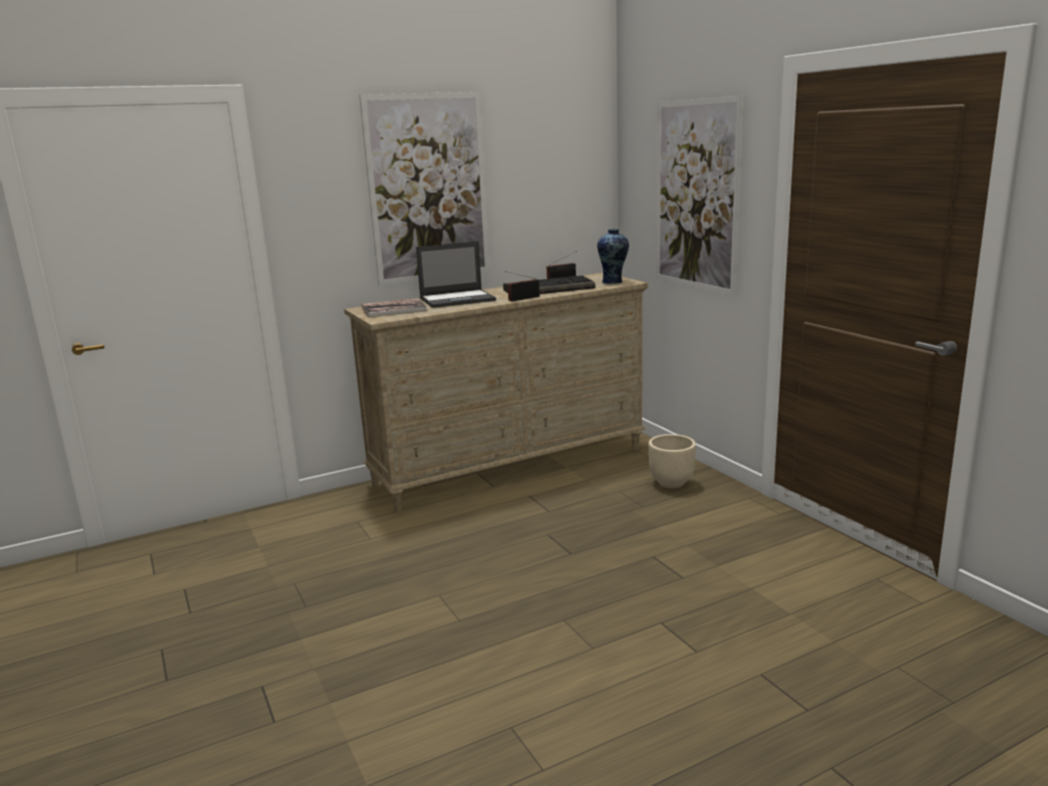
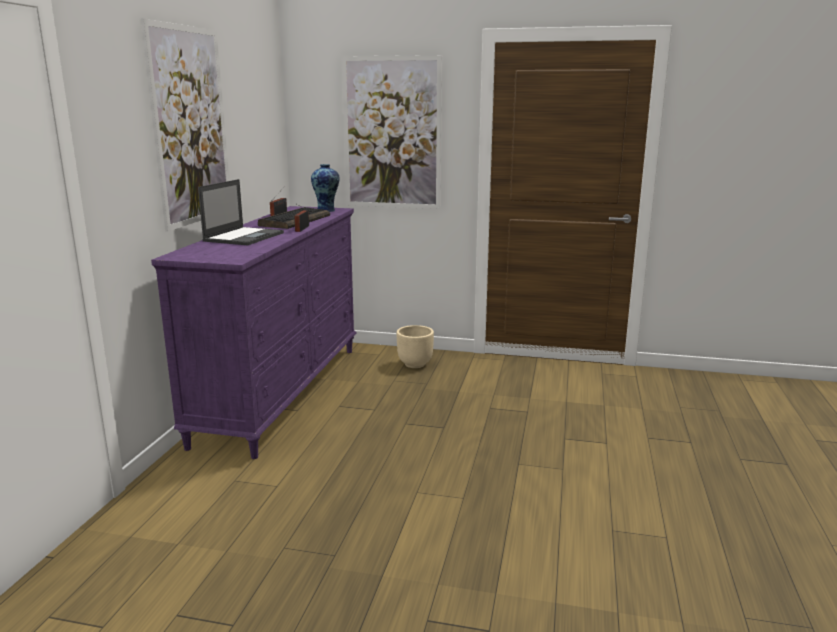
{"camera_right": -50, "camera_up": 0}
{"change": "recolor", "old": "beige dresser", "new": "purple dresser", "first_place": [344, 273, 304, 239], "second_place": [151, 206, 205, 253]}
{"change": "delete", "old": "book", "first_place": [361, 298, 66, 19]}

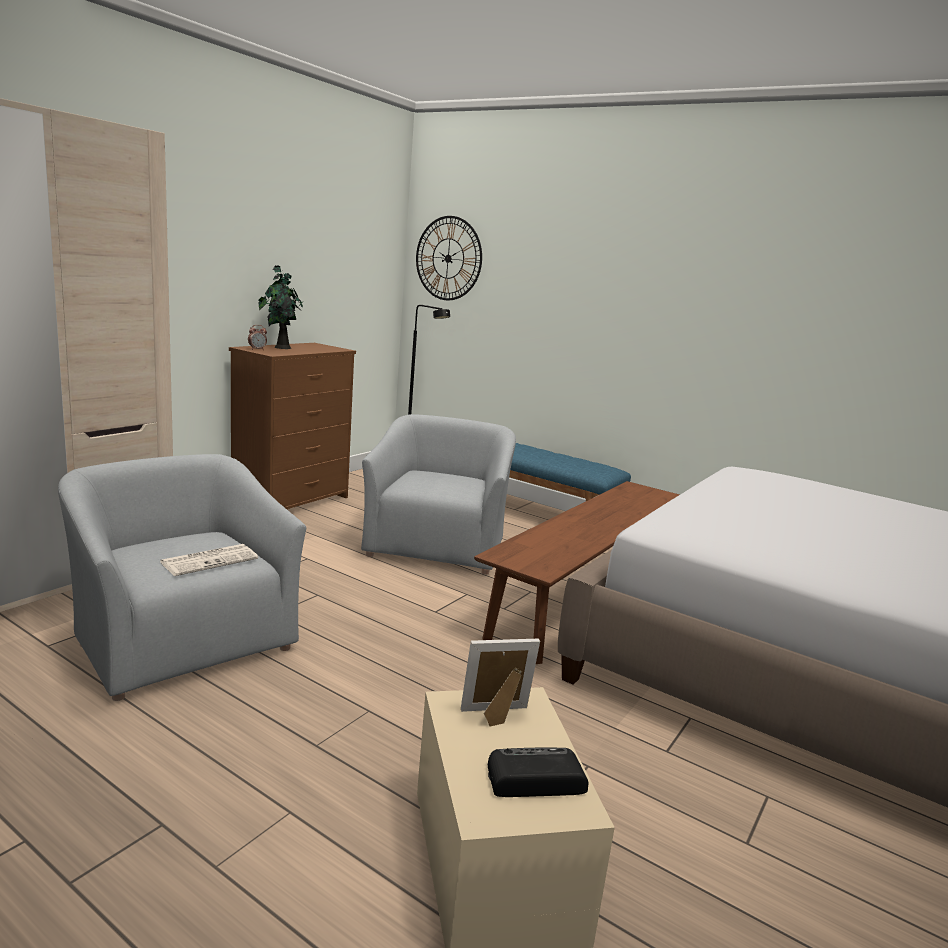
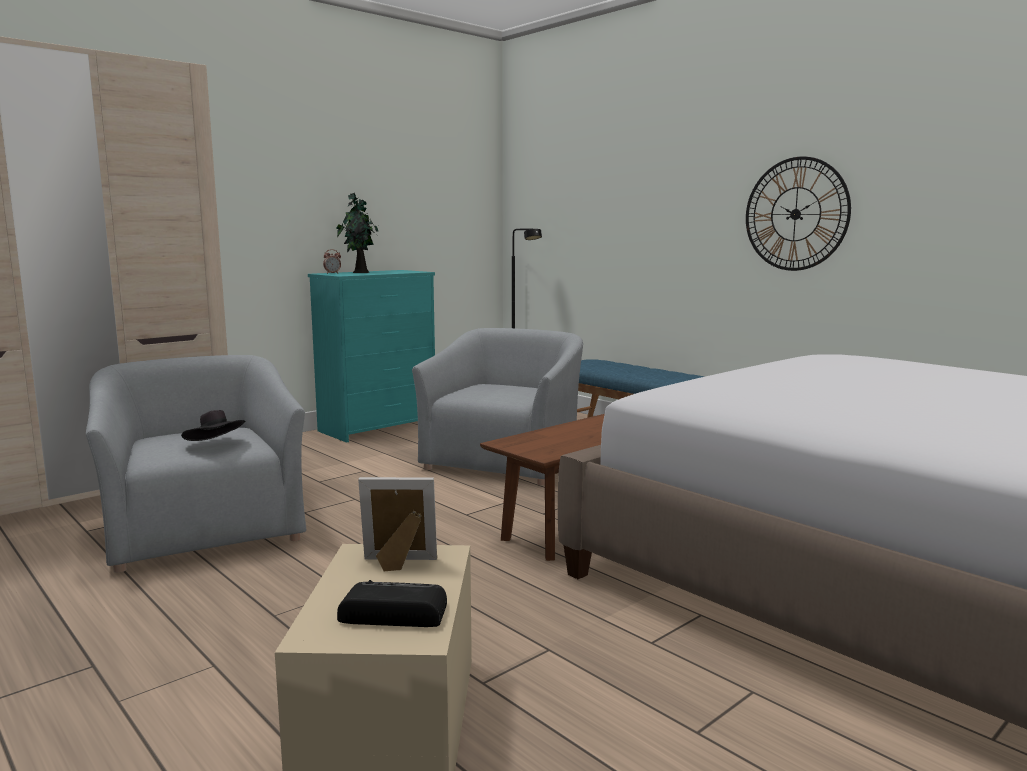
{"camera_right": 15, "camera_up": -5}
{"change": "replace", "old": "newspaper", "new": "black-coloured clothing hat", "first_place": [160, 544, 98, 32], "second_place": [181, 410, 64, 31]}
{"change": "recolor", "old": "brown-coloured dresser", "new": "blue-green dresser", "first_place": [229, 343, 127, 166], "second_place": [308, 270, 127, 173]}
{"change": "move", "old": "clock on the wall", "first_place": [416, 216, 66, 84], "second_place": [746, 156, 105, 115]}

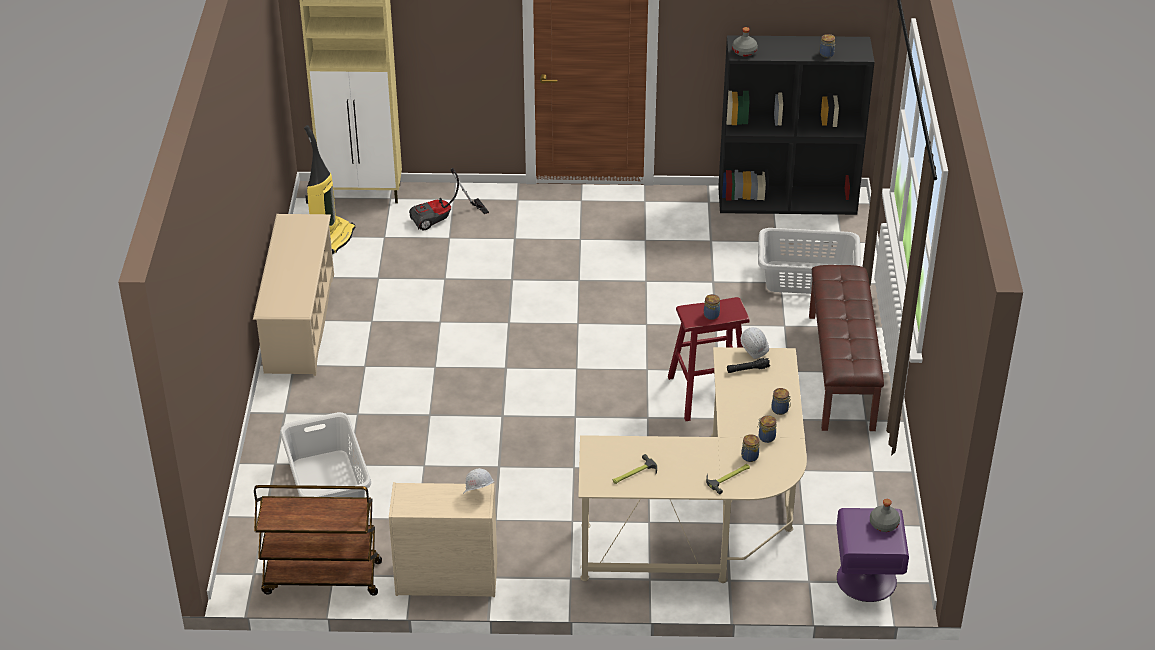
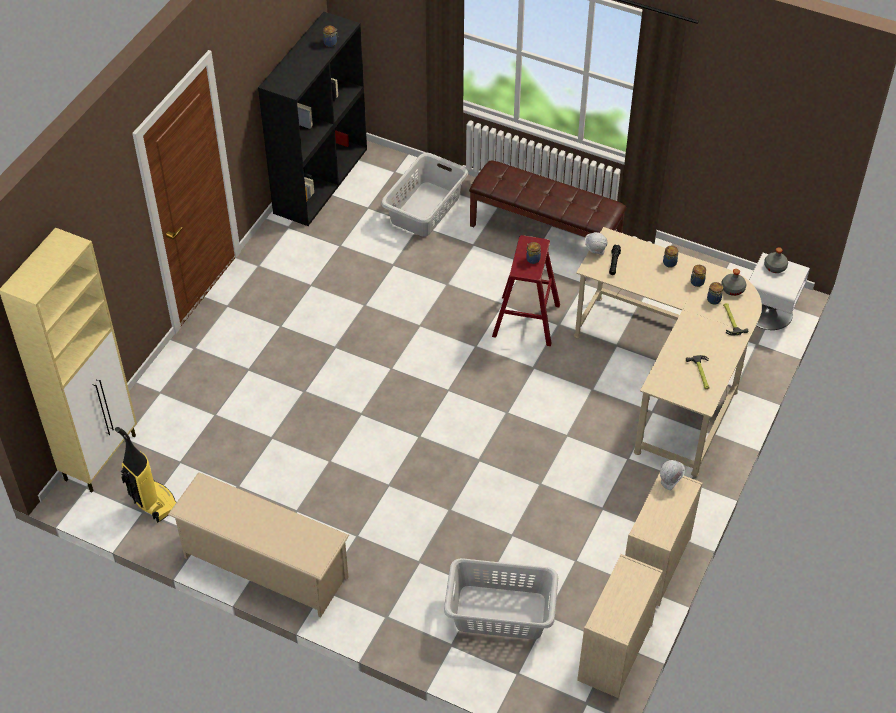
{"camera_right": -65, "camera_up": 10}
{"change": "replace", "old": "brown-coloured wheeled cart", "new": "beige dresser", "first_place": [254, 485, 128, 110], "second_place": [577, 554, 86, 144]}
{"change": "delete", "old": "vacuum cleaner", "first_place": [409, 168, 80, 62]}
{"change": "move", "old": "grey drink bottle", "first_place": [732, 27, 26, 29], "second_place": [721, 269, 25, 27]}
{"change": "recolor", "old": "purple night table", "new": "whitish night table", "first_place": [837, 508, 72, 94], "second_place": [749, 253, 61, 77]}

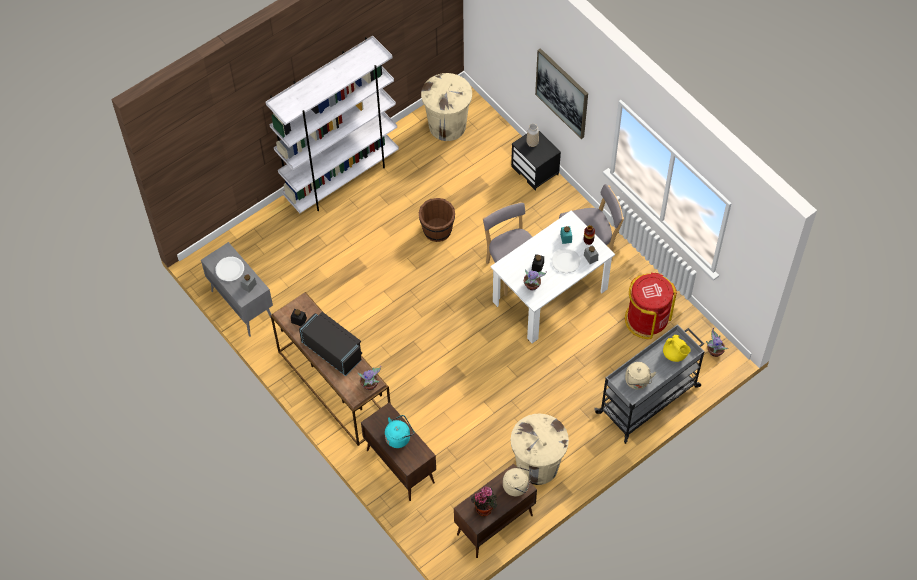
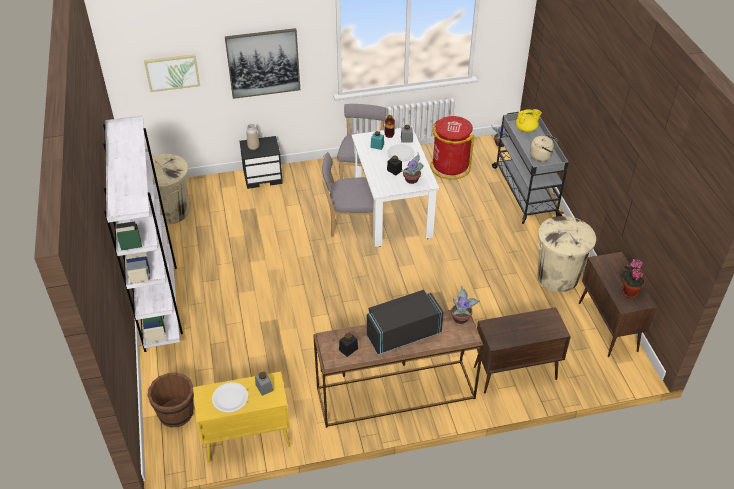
{"camera_right": -65, "camera_up": -15}
{"change": "recolor", "old": "grey cupboard", "new": "yellow-coloured cupboard", "first_place": [201, 242, 72, 95], "second_place": [193, 372, 98, 91]}
{"change": "delete", "old": "blue-green tea kettle", "first_place": [385, 415, 29, 33]}
{"change": "move", "old": "brown-coloured pail", "first_place": [419, 198, 36, 44], "second_place": [147, 372, 47, 55]}
{"change": "delete", "old": "beige tea kettle", "first_place": [503, 464, 29, 32]}
{"change": "insert", "new": "picture", "second_place": [144, 54, 56, 38]}

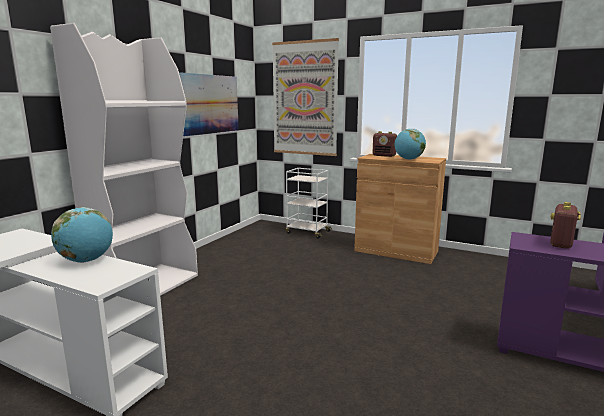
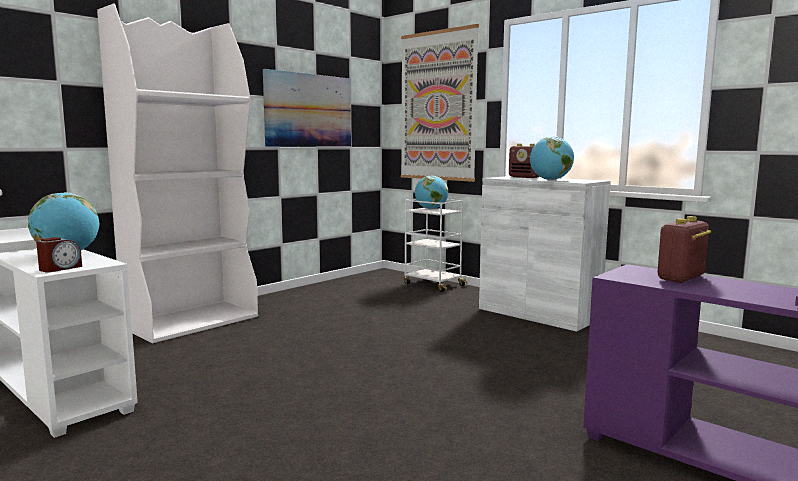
{"camera_right": 15, "camera_up": -5}
{"change": "recolor", "old": "brown-coloured cupboard", "new": "whitish cupboard", "first_place": [354, 154, 92, 110], "second_place": [479, 176, 132, 156]}
{"change": "insert", "new": "alarm clock", "second_place": [36, 237, 46, 35]}
{"change": "insert", "new": "desk globe", "second_place": [415, 176, 33, 34]}

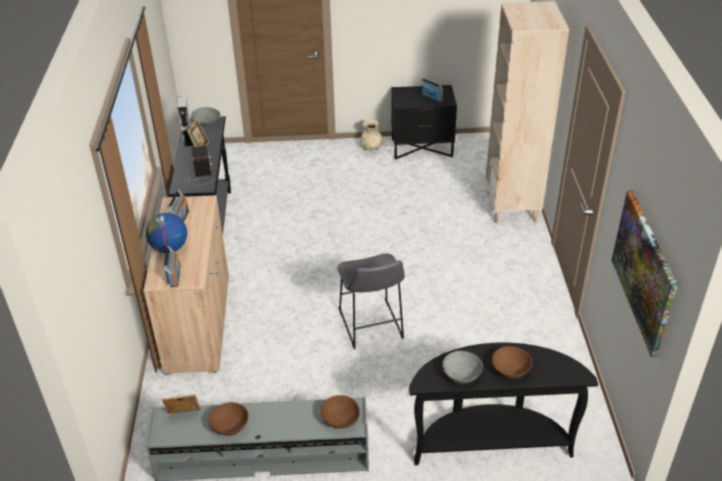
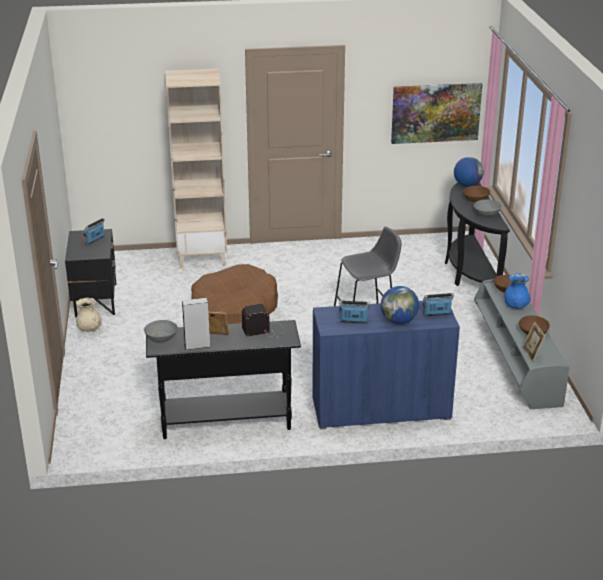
{"camera_right": -95, "camera_up": -10}
{"change": "recolor", "old": "beige cupboard", "new": "blue cupboard", "first_place": [143, 195, 86, 180], "second_place": [312, 301, 148, 128]}
{"change": "insert", "new": "brown-coloured pet bed", "second_place": [191, 264, 87, 60]}
{"change": "insert", "new": "desk globe", "second_place": [454, 157, 30, 30]}
{"change": "insert", "new": "blue flower vase", "second_place": [504, 273, 27, 36]}

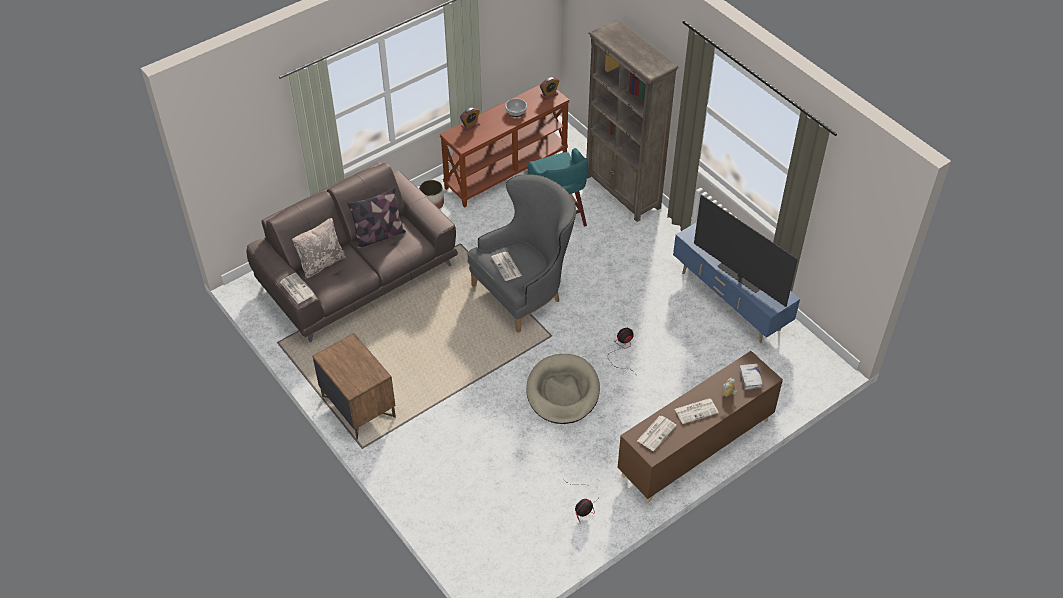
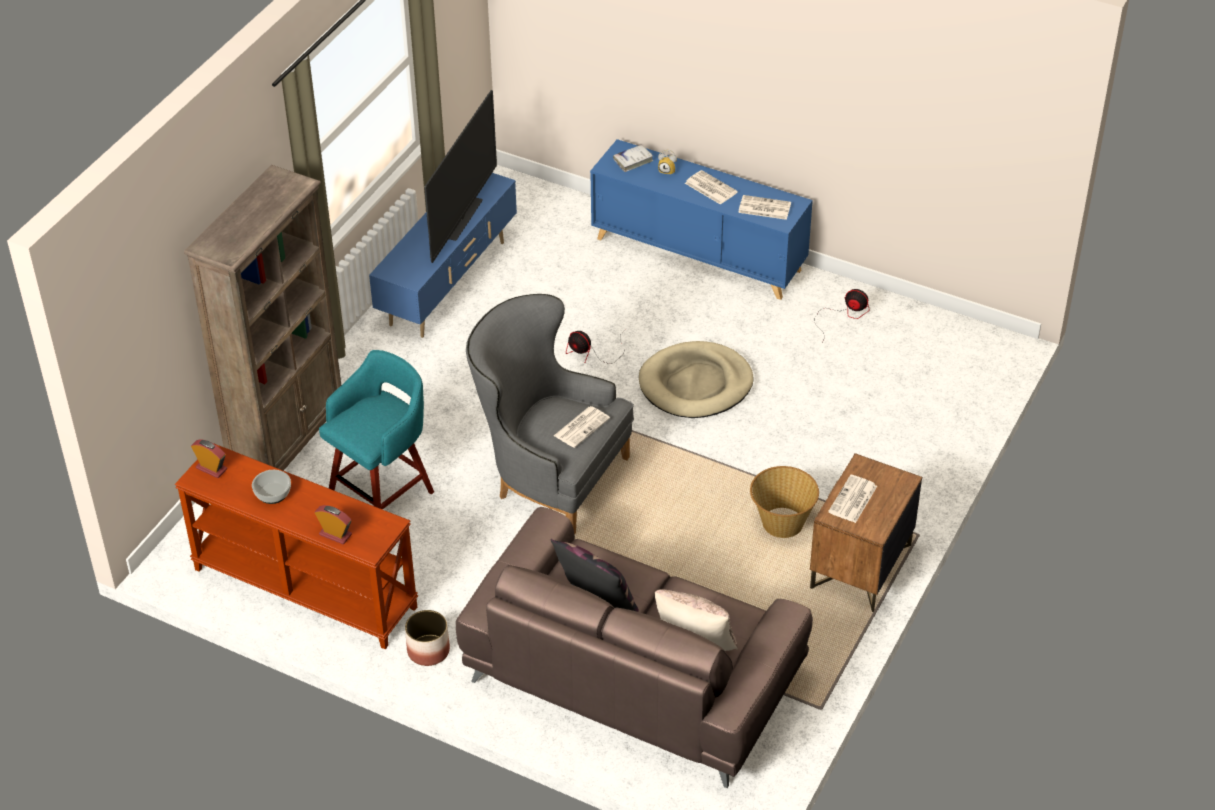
{"camera_right": -115, "camera_up": -5}
{"change": "move", "old": "newspaper", "first_place": [280, 273, 34, 31], "second_place": [828, 475, 49, 48]}
{"change": "recolor", "old": "brown-coloured cupboard", "new": "blue cupboard", "first_place": [617, 351, 166, 152], "second_place": [590, 139, 223, 161]}
{"change": "insert", "new": "household basket", "second_place": [750, 466, 69, 72]}

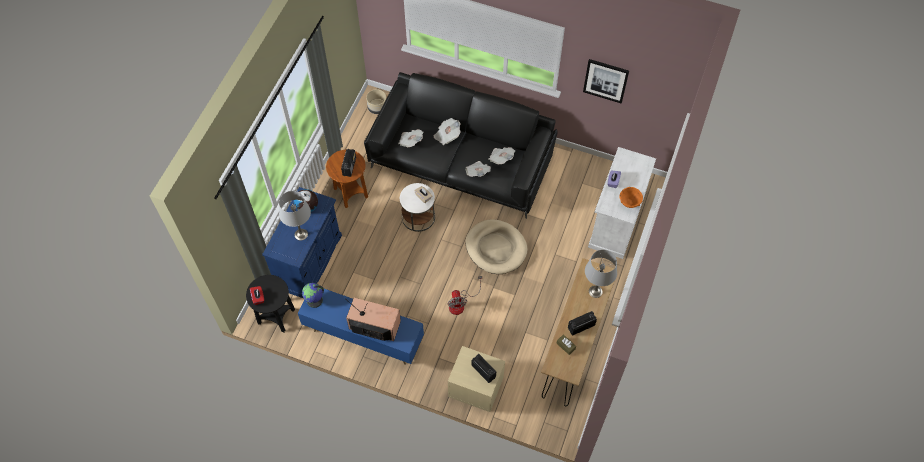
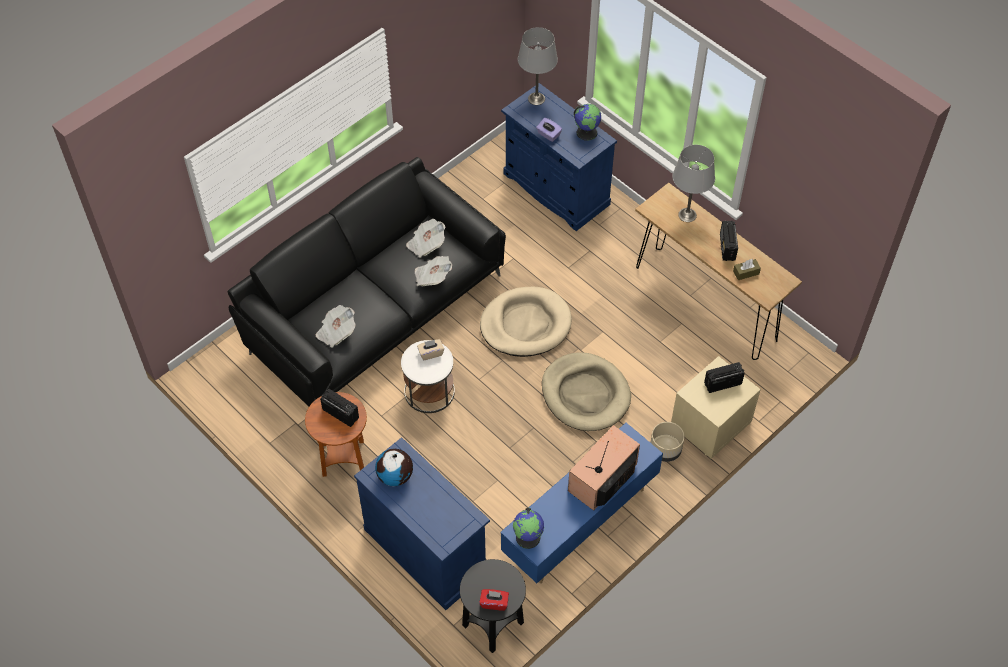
{"camera_right": -65, "camera_up": -5}
{"change": "move", "old": "grey table lamp", "first_place": [279, 191, 32, 50], "second_place": [518, 27, 40, 78]}
{"change": "move", "old": "beige plant pot", "first_place": [366, 89, 20, 25], "second_place": [650, 422, 34, 40]}
{"change": "delete", "old": "newspaper", "first_place": [434, 118, 27, 27]}
{"change": "replace", "old": "electric fan", "new": "beige pet bed", "first_place": [447, 276, 35, 39], "second_place": [542, 352, 89, 79]}
{"change": "delete", "old": "picture", "first_place": [583, 59, 46, 44]}
{"change": "recolor", "old": "whitish cupboard", "new": "blue cupboard", "first_place": [588, 147, 68, 112], "second_place": [501, 83, 116, 148]}
{"change": "replace", "old": "orange serving bowl", "new": "desk globe", "first_place": [619, 187, 24, 21], "second_place": [574, 104, 27, 37]}

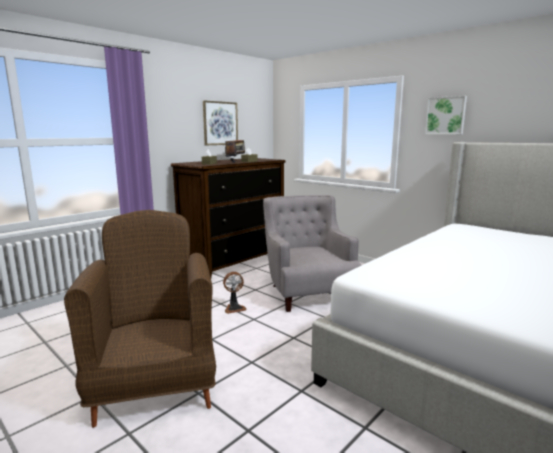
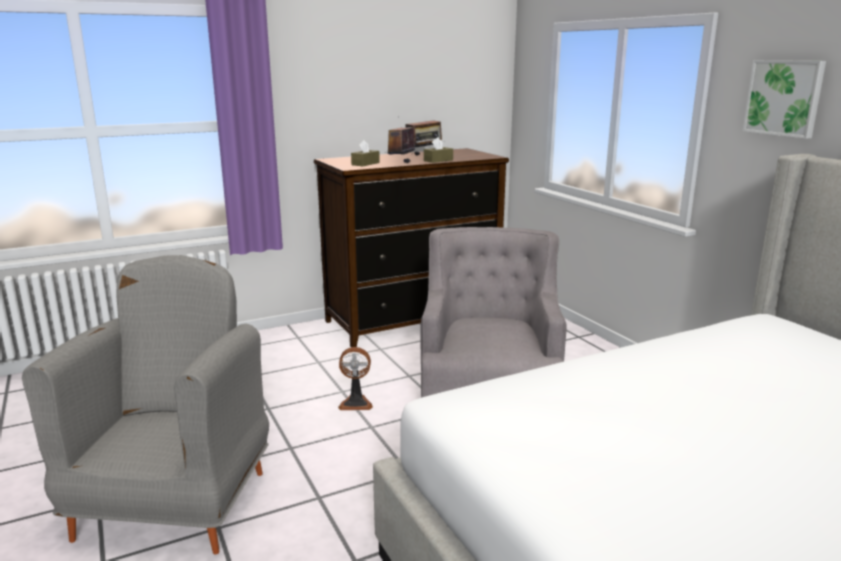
{"camera_right": 20, "camera_up": 5}
{"change": "recolor", "old": "brown-coloured armchair", "new": "grey armchair", "first_place": [64, 210, 152, 218], "second_place": [22, 255, 247, 300]}
{"change": "delete", "old": "picture", "first_place": [203, 100, 35, 45]}

